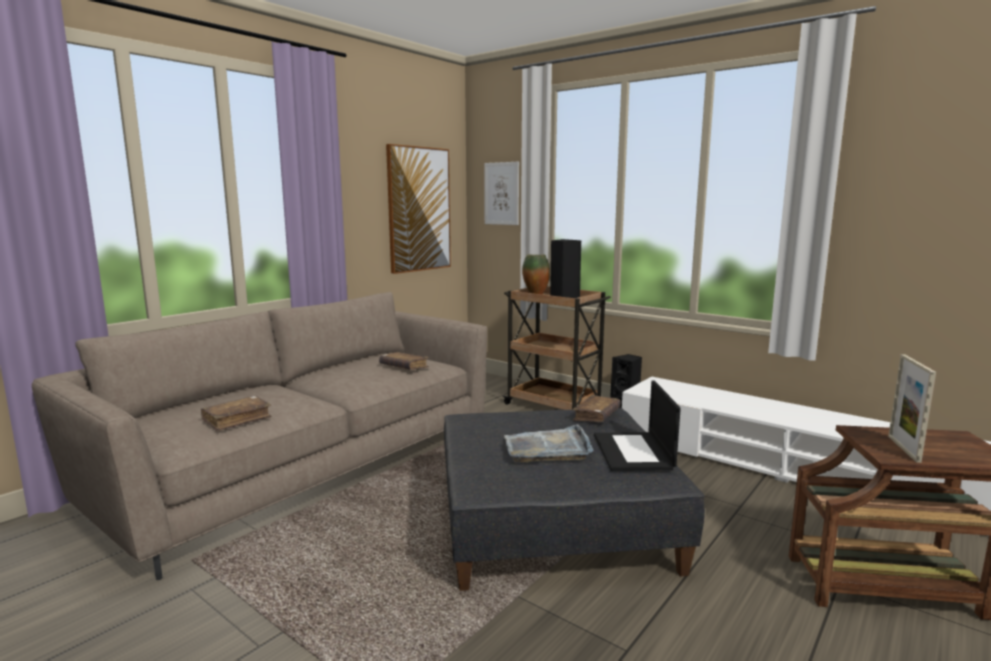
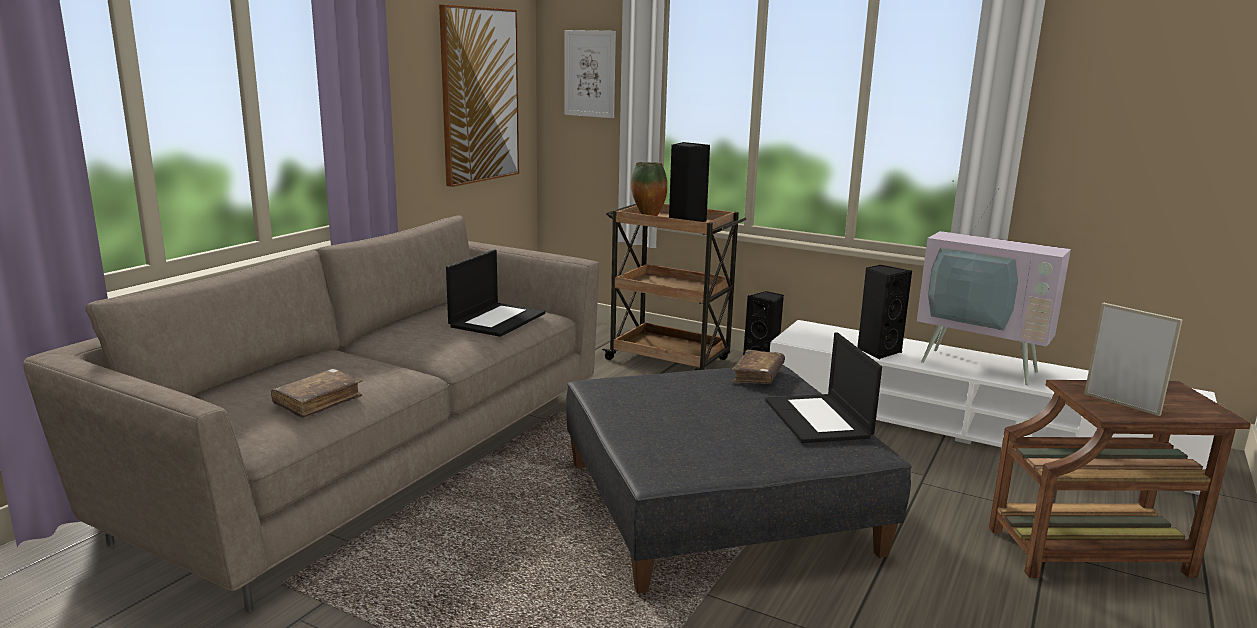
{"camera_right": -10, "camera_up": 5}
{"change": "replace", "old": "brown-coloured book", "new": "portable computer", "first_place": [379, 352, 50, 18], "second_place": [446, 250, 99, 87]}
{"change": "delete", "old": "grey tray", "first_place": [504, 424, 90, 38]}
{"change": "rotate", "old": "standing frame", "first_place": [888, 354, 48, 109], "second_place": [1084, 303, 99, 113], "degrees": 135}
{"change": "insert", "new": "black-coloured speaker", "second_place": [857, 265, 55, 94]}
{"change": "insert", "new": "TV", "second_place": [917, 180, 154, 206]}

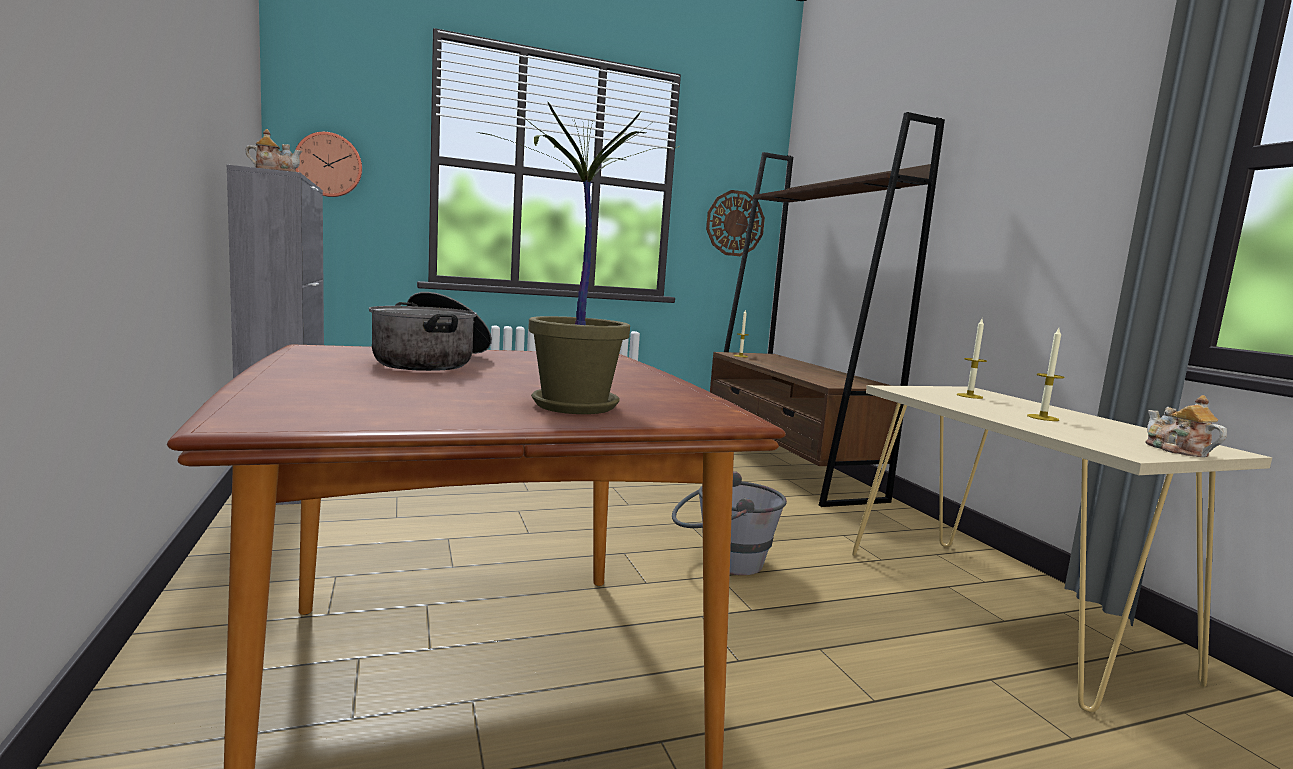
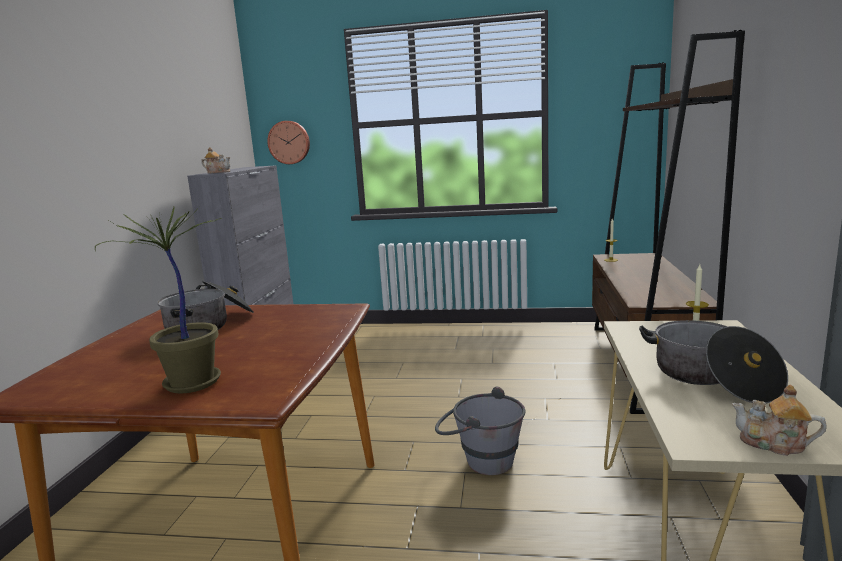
{"camera_right": 30, "camera_up": 5}
{"change": "delete", "old": "clock on the wall", "first_place": [706, 190, 59, 66]}
{"change": "replace", "old": "candle", "new": "stockpot", "first_place": [1027, 328, 37, 93], "second_place": [639, 320, 149, 84]}
{"change": "rotate", "old": "teapot", "first_place": [1145, 395, 82, 62], "second_place": [732, 385, 95, 71], "degrees": -75}

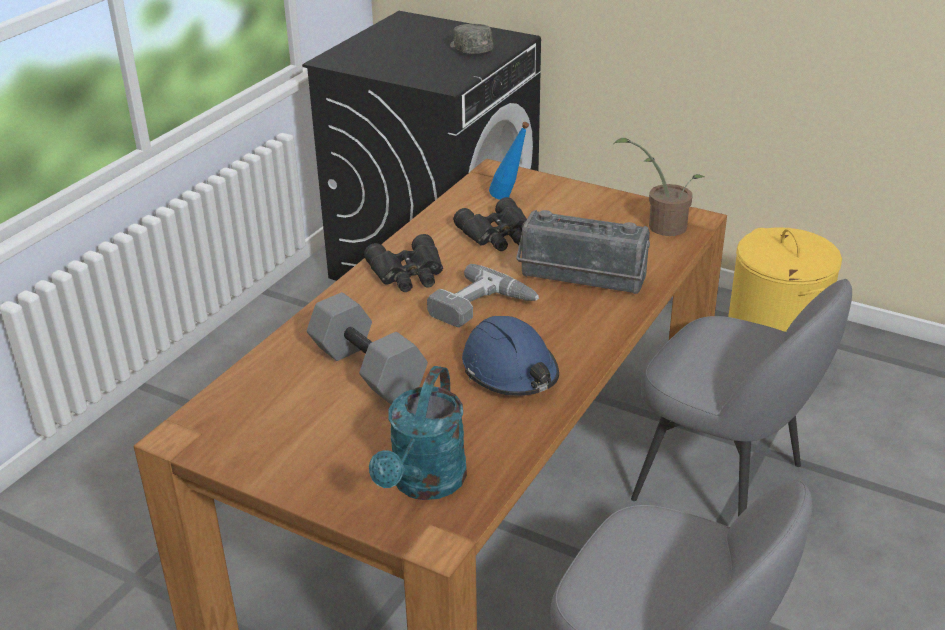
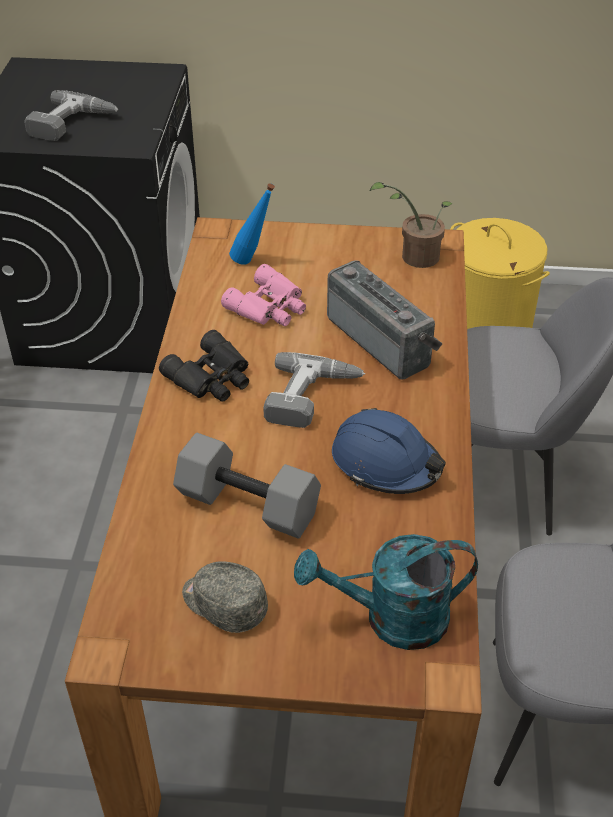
{"camera_right": -25, "camera_up": 10}
{"change": "rotate", "old": "blue-green watering pot", "first_place": [369, 366, 98, 134], "second_place": [294, 534, 184, 116], "degrees": 90}
{"change": "move", "old": "grey cap", "first_place": [450, 24, 43, 30], "second_place": [182, 561, 86, 72]}
{"change": "recolor", "old": "black-coloured pair of binoculars", "new": "pink-coloured pair of binoculars", "first_place": [453, 197, 74, 54], "second_place": [221, 264, 85, 62]}
{"change": "rotate", "old": "radio receiver", "first_place": [516, 210, 134, 84], "second_place": [327, 260, 115, 120], "degrees": -120}
{"change": "insert", "new": "drill", "second_place": [24, 90, 94, 51]}

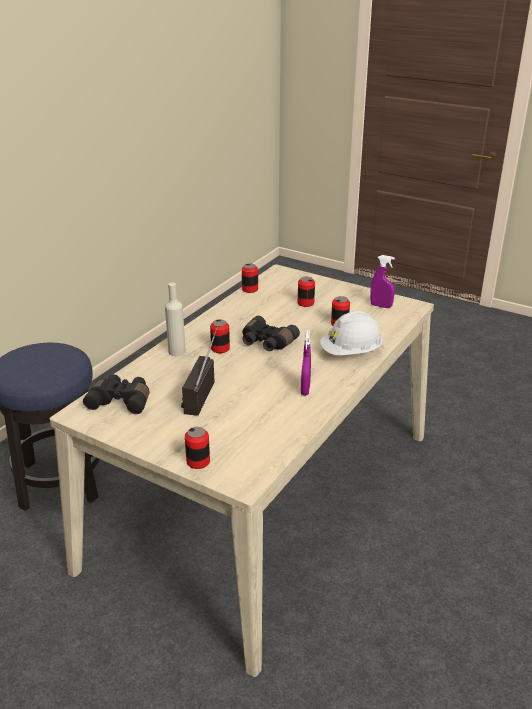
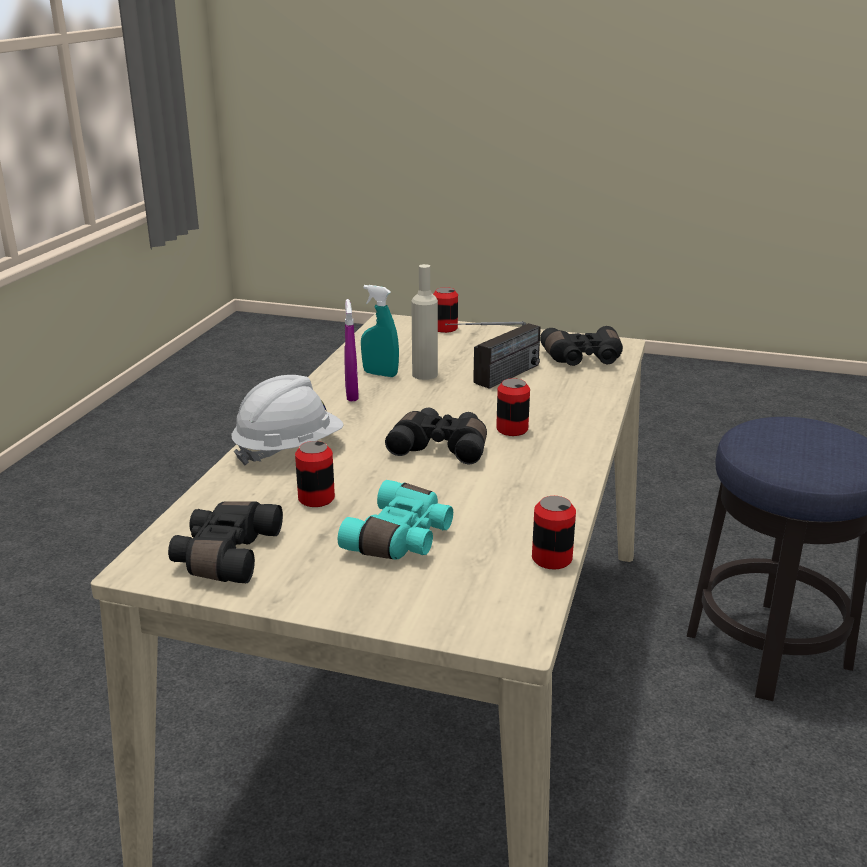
{"camera_right": 165, "camera_up": -5}
{"change": "move", "old": "beige drink bottle", "first_place": [165, 283, 21, 73], "second_place": [411, 264, 27, 116]}
{"change": "rotate", "old": "radio receiver", "first_place": [181, 321, 39, 95], "second_place": [445, 321, 96, 68], "degrees": 45}
{"change": "replace", "old": "can", "new": "blue-green pair of binoculars", "first_place": [298, 277, 17, 30], "second_place": [338, 480, 115, 80]}
{"change": "replace", "old": "purple sprayer", "new": "black-coloured pair of binoculars", "first_place": [370, 255, 25, 53], "second_place": [168, 501, 115, 82]}
{"change": "insert", "new": "blue-green sprayer", "second_place": [361, 285, 38, 92]}

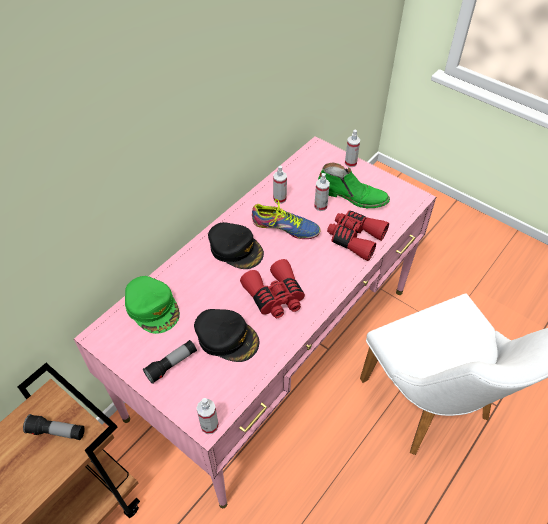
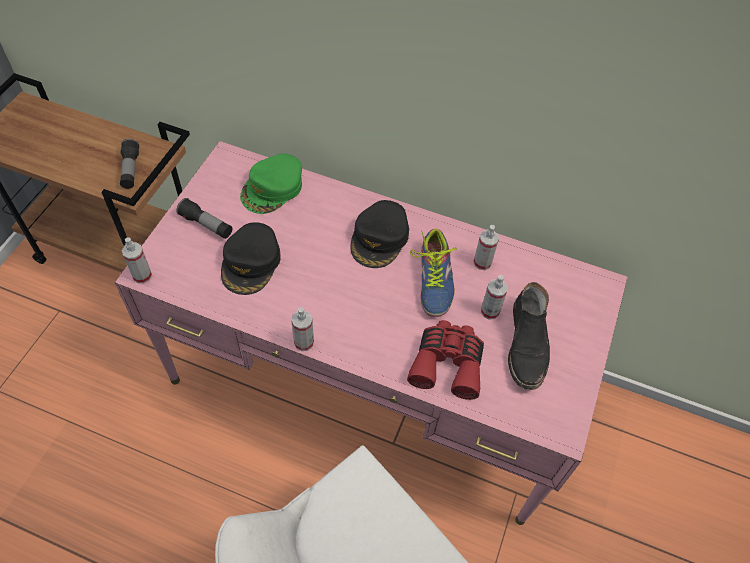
{"camera_right": 70, "camera_up": 5}
{"change": "delete", "old": "red pair of binoculars", "first_place": [240, 259, 65, 59]}
{"change": "recolor", "old": "green-coloured tall boot", "new": "black-coloured tall boot", "first_place": [318, 163, 72, 45], "second_place": [508, 282, 42, 108]}
{"change": "move", "old": "sprayer", "first_place": [345, 130, 15, 37], "second_place": [291, 307, 23, 44]}

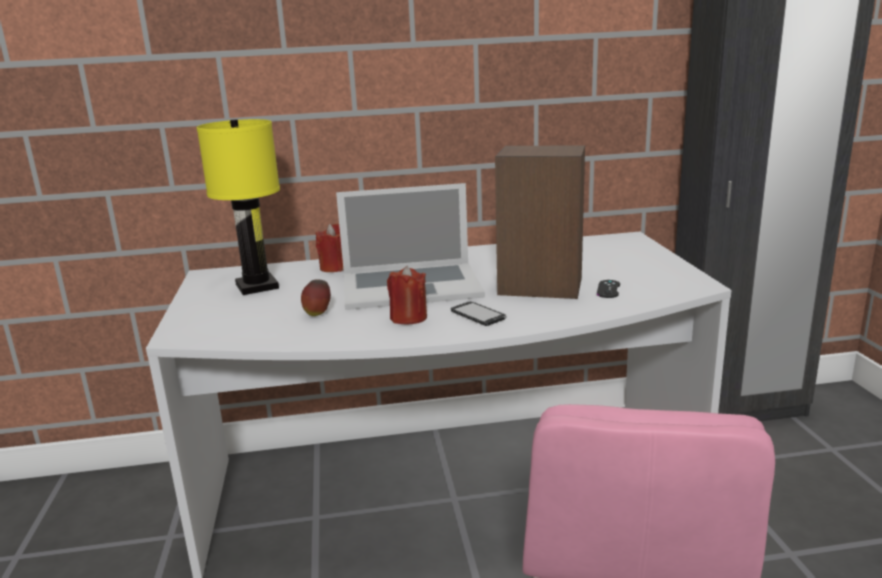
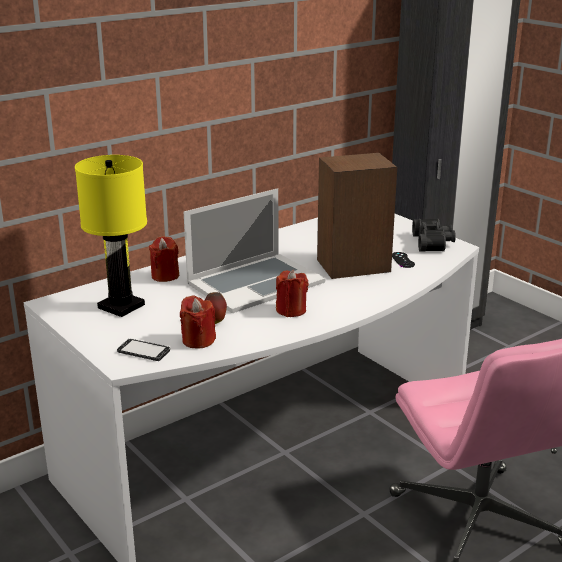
{"camera_right": -30, "camera_up": 5}
{"change": "move", "old": "telephone", "first_place": [451, 301, 56, 25], "second_place": [117, 338, 54, 23]}
{"change": "insert", "new": "red candle", "second_place": [180, 295, 36, 53]}
{"change": "insert", "new": "black-coloured pair of binoculars", "second_place": [412, 219, 44, 32]}

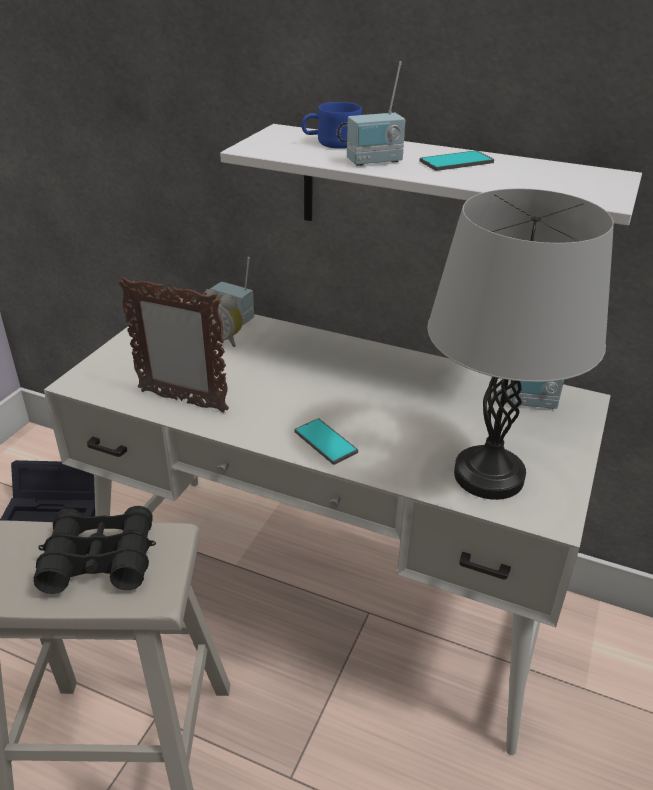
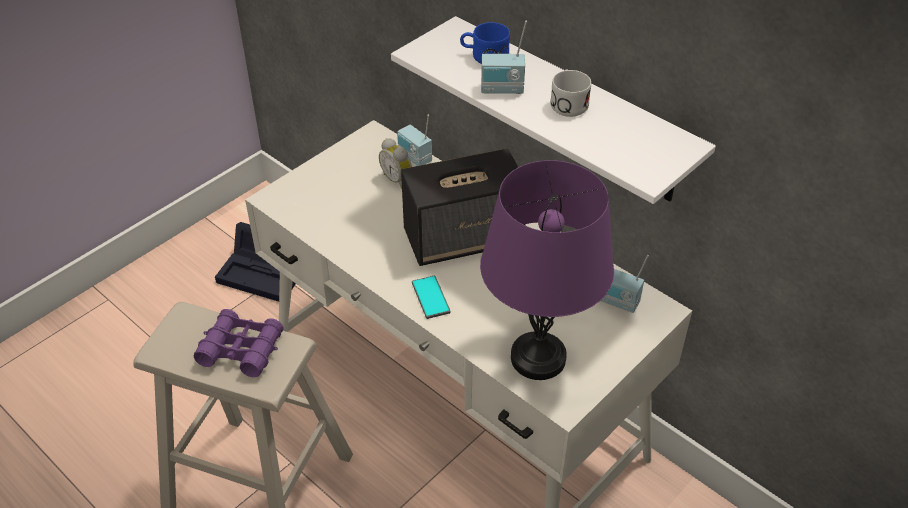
{"camera_right": 20, "camera_up": 10}
{"change": "recolor", "old": "black-coloured pair of binoculars", "new": "purple pair of binoculars", "first_place": [33, 506, 123, 88], "second_place": [194, 309, 89, 68]}
{"change": "delete", "old": "standing frame", "first_place": [118, 277, 111, 136]}
{"change": "replace", "old": "telephone", "new": "whitish tea mug", "first_place": [420, 151, 74, 20], "second_place": [550, 69, 41, 48]}
{"change": "recolor", "old": "grey table lamp", "new": "purple table lamp", "first_place": [427, 188, 187, 312], "second_place": [480, 160, 134, 220]}
{"change": "insert", "new": "speaker", "second_place": [401, 148, 124, 118]}

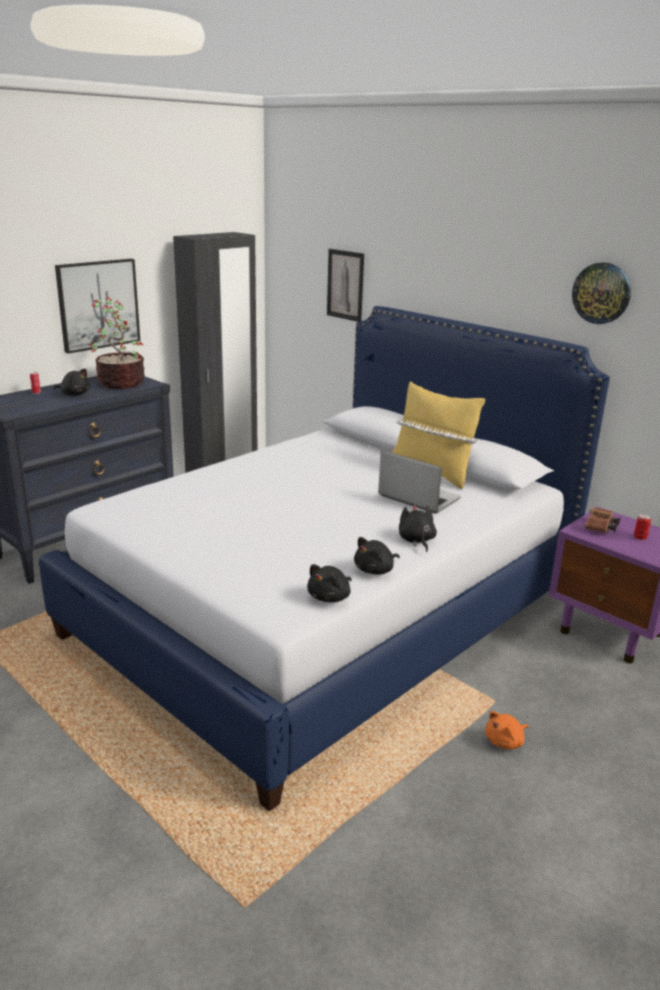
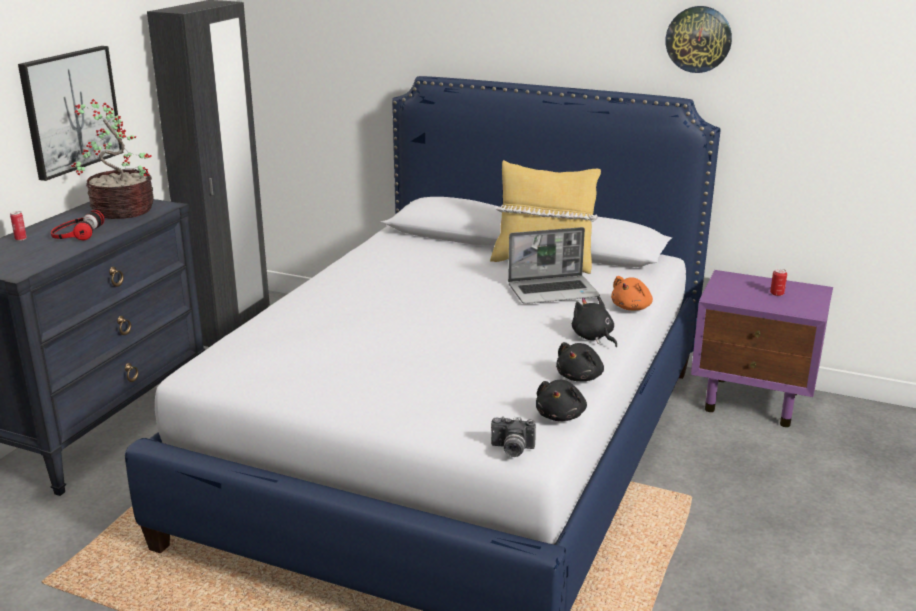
{"camera_right": -20, "camera_up": 0}
{"change": "replace", "old": "black-coloured cuddly toy", "new": "headphones", "first_place": [54, 368, 36, 27], "second_place": [51, 210, 53, 30]}
{"change": "delete", "old": "picture", "first_place": [327, 249, 37, 73]}
{"change": "rotate", "old": "portable computer", "first_place": [378, 450, 83, 63], "second_place": [508, 227, 92, 77], "degrees": 150}
{"change": "move", "old": "orange cuddly toy", "first_place": [485, 711, 44, 38], "second_place": [611, 276, 42, 35]}
{"change": "delete", "old": "brown-coloured pair of binoculars", "first_place": [585, 507, 36, 26]}
{"change": "insert", "new": "still camera", "second_place": [491, 416, 45, 41]}

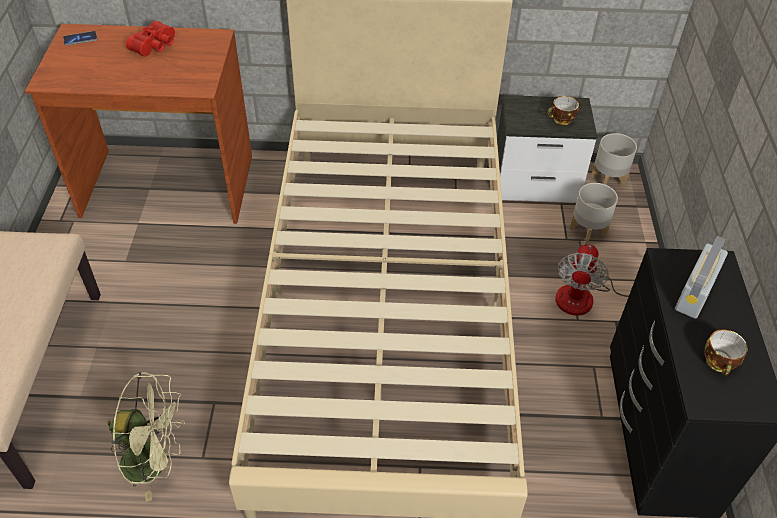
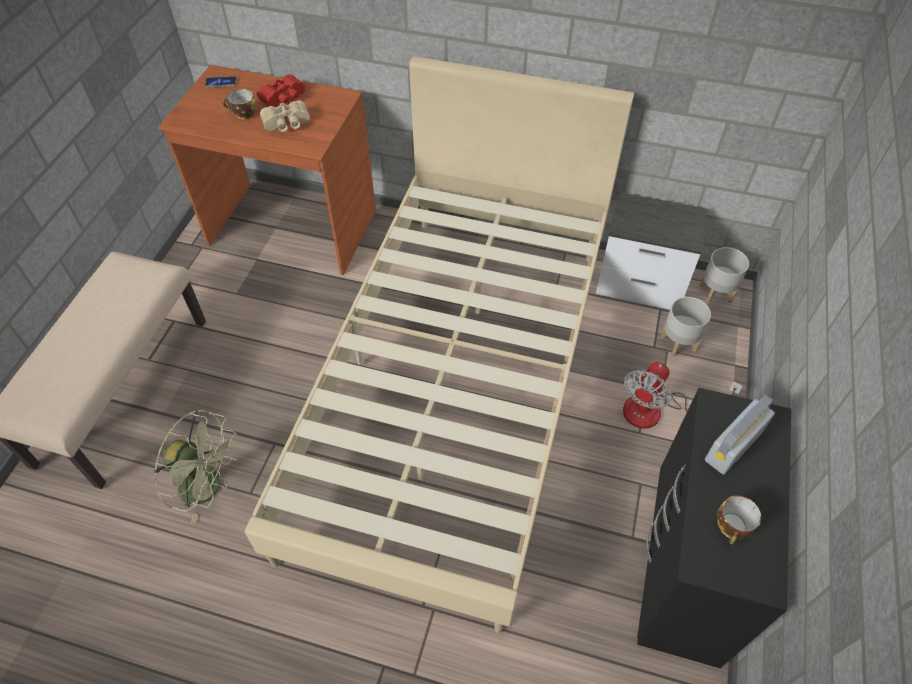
{"camera_right": 15, "camera_up": 5}
{"change": "move", "old": "drinking cup", "first_place": [547, 96, 32, 29], "second_place": [222, 89, 34, 31]}
{"change": "insert", "new": "beige pair of binoculars", "second_place": [260, 100, 50, 32]}

